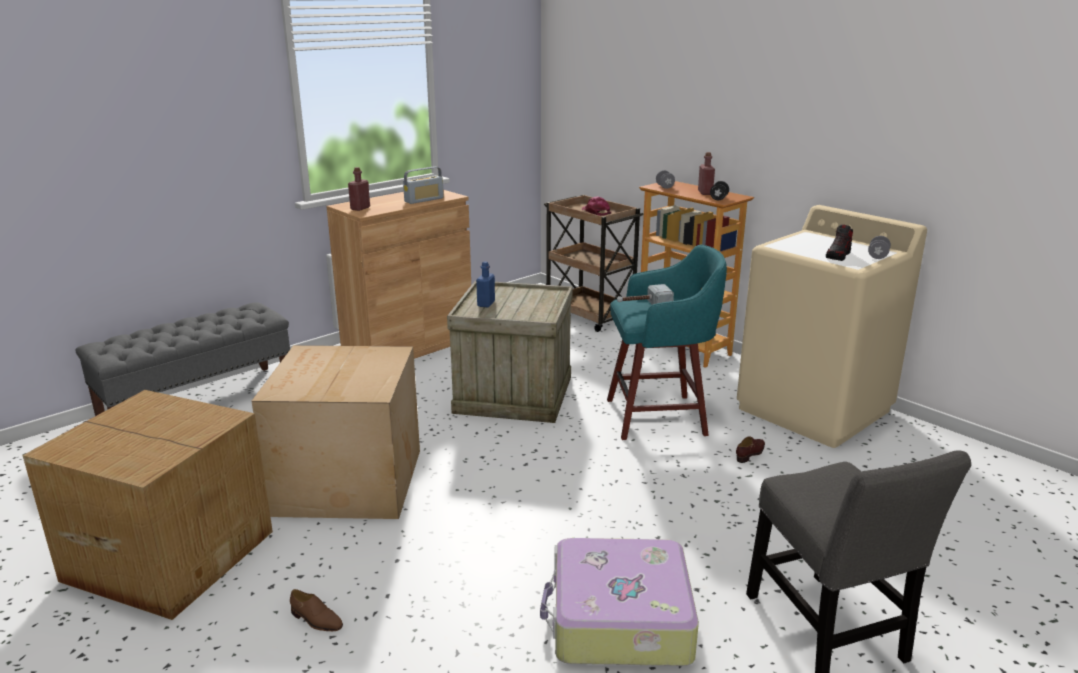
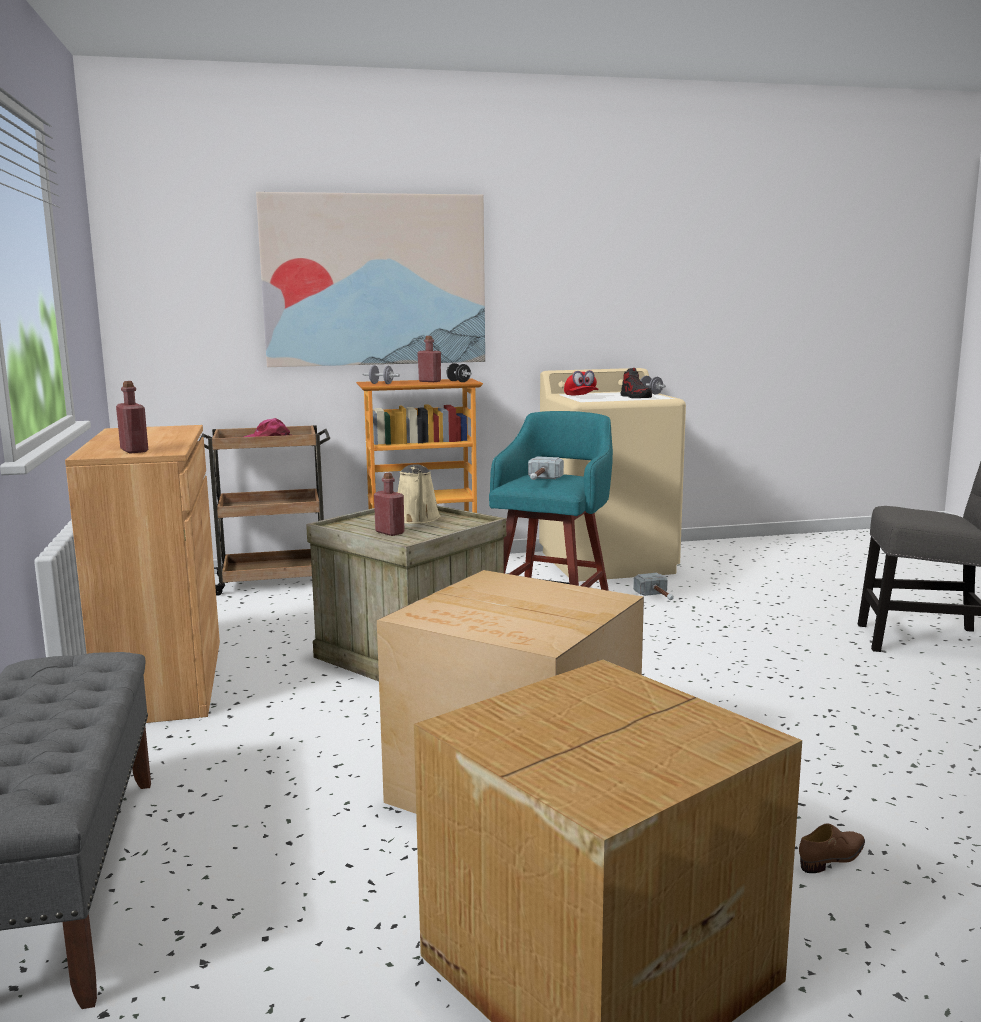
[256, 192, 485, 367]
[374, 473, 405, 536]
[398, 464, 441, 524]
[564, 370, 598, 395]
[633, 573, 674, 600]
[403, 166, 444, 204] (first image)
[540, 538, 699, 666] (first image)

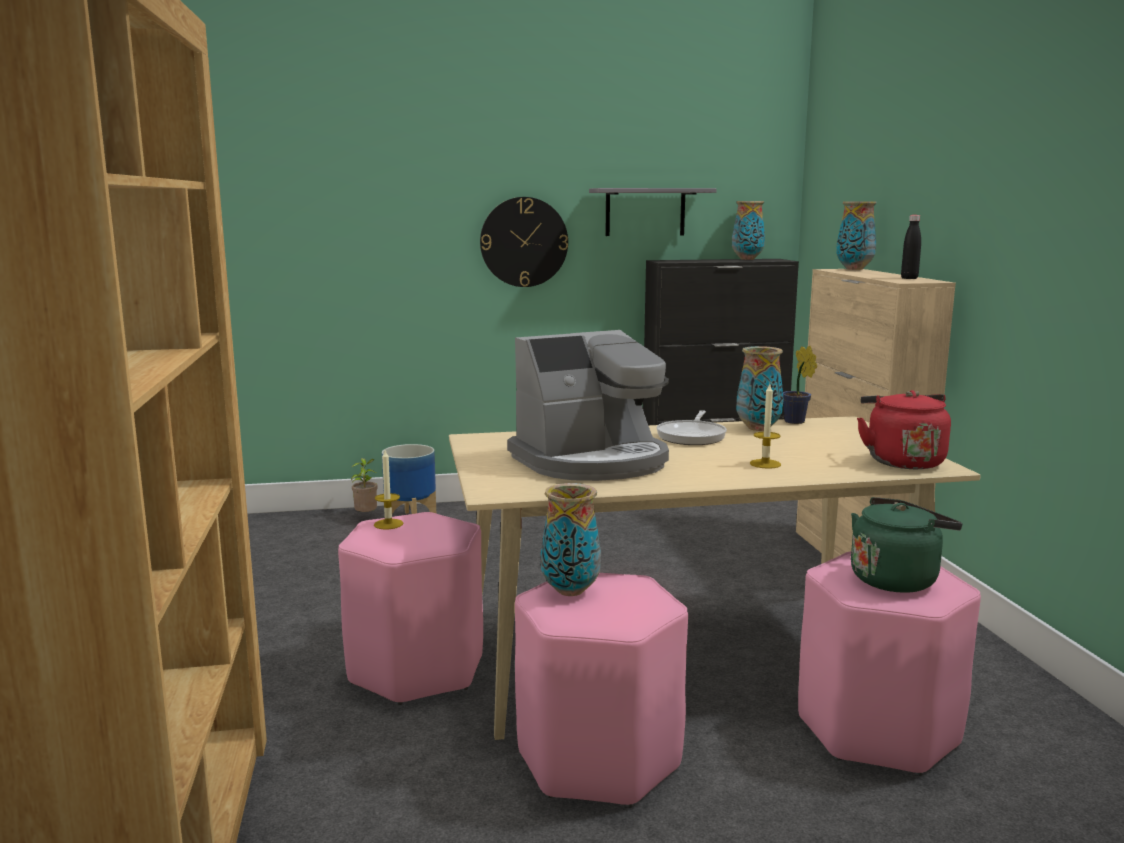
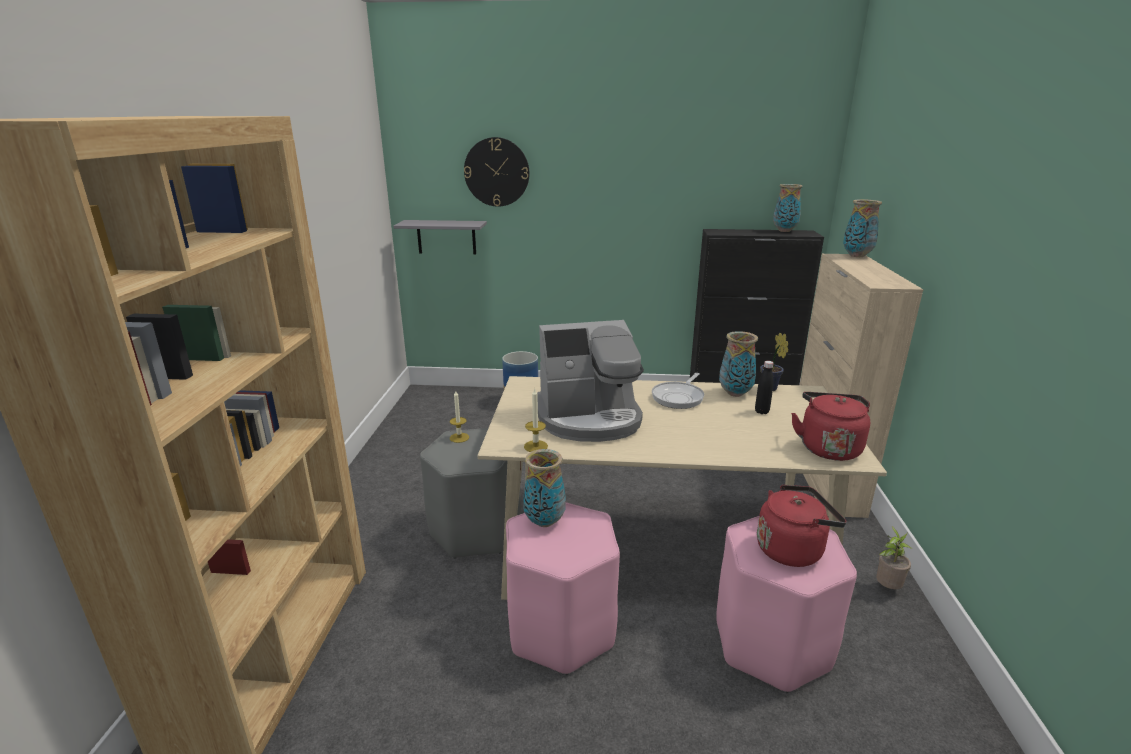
[393, 220, 487, 254]
[420, 428, 521, 559]
[464, 137, 530, 207]
[524, 389, 548, 452]
[755, 361, 774, 414]
[757, 485, 847, 567]
[876, 526, 912, 589]

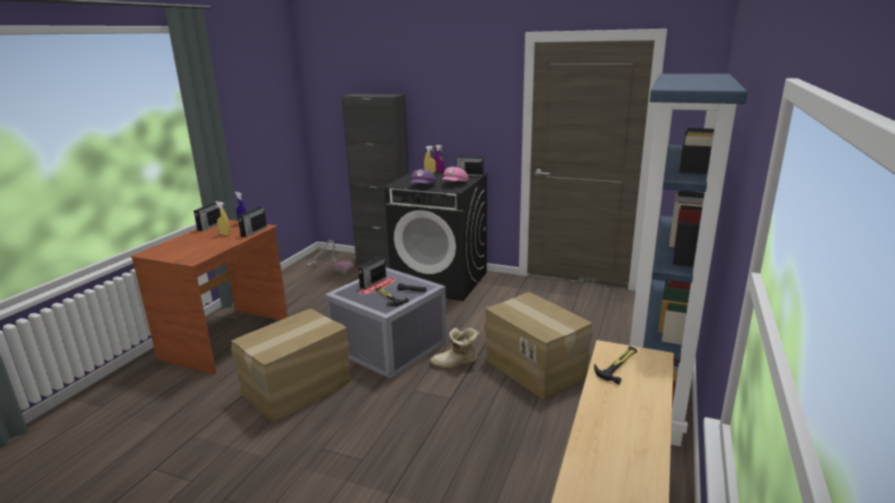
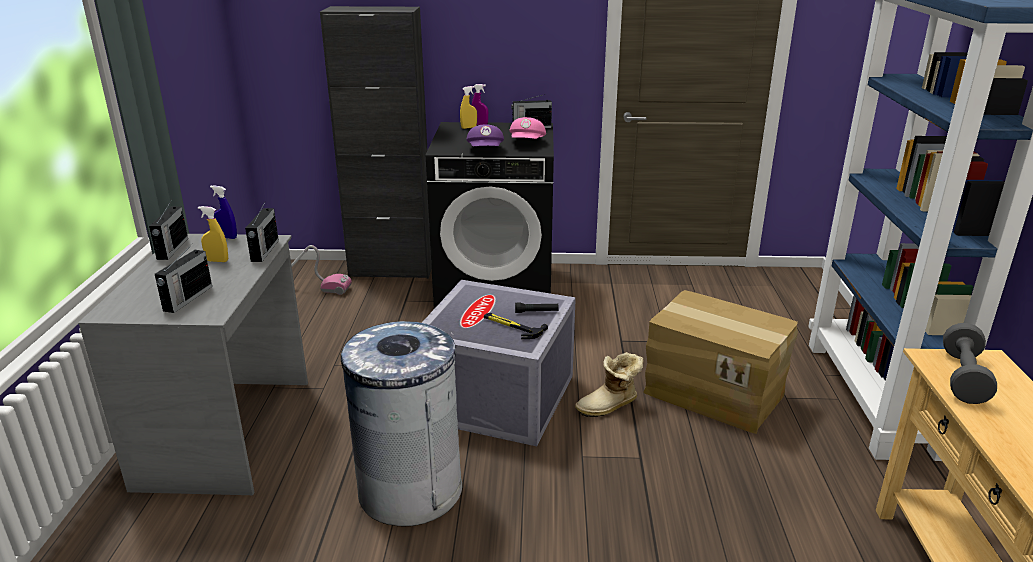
[78, 234, 308, 495]
[155, 243, 212, 313]
[341, 321, 462, 526]
[943, 323, 997, 404]

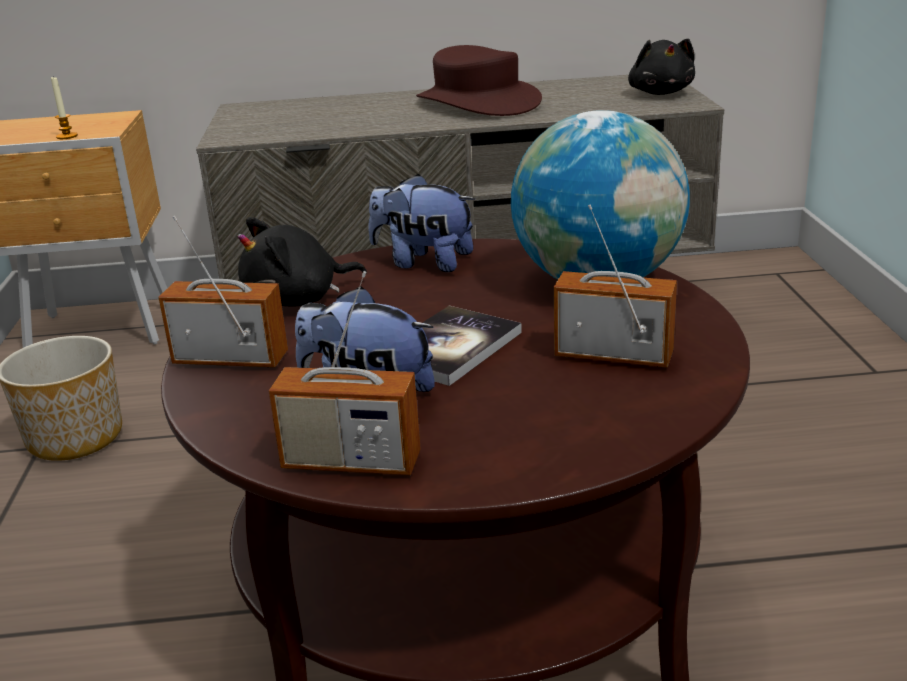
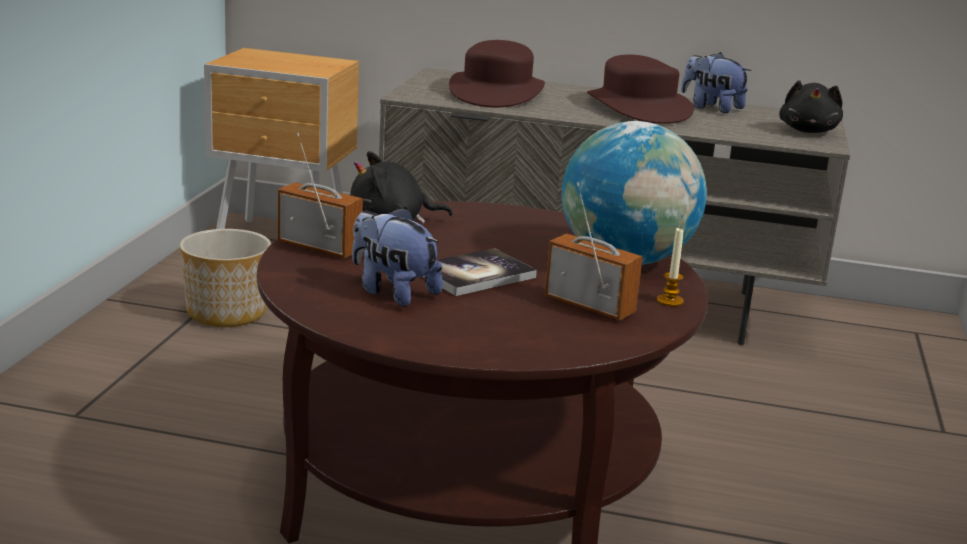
[449, 40, 545, 107]
[657, 228, 684, 307]
[681, 52, 752, 113]
[269, 271, 420, 475] (first image)

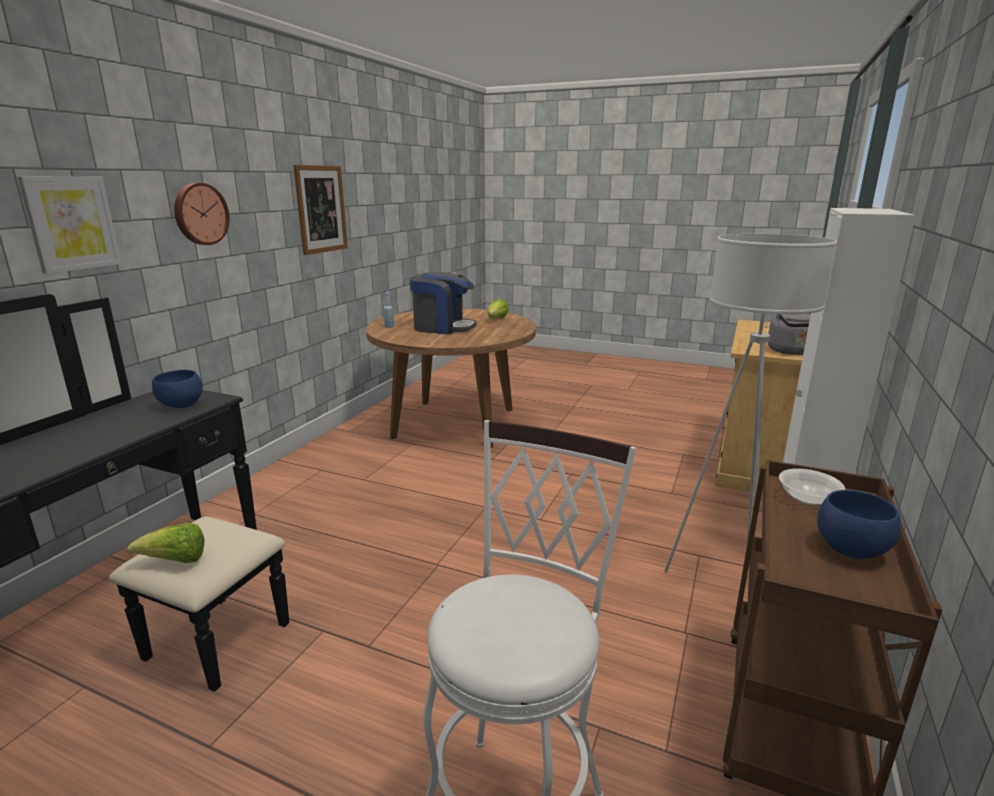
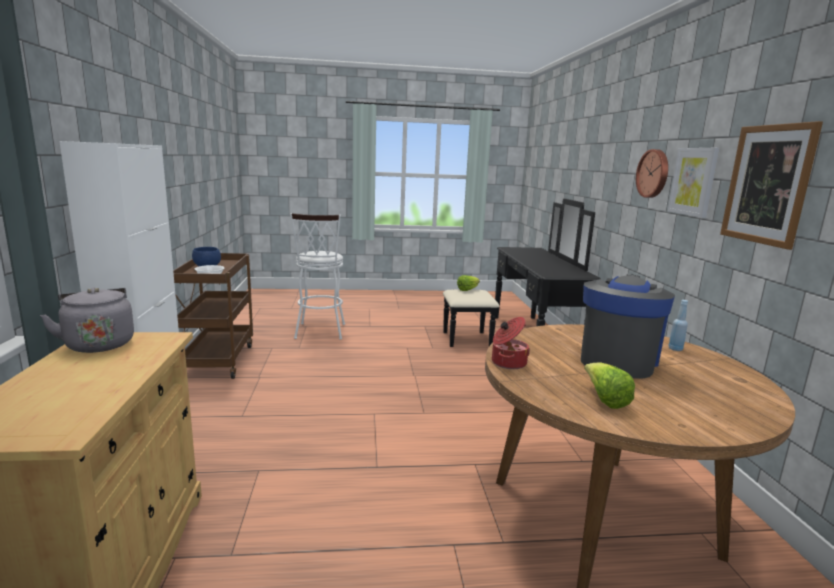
[492, 317, 530, 369]
[581, 274, 675, 379]
[668, 148, 720, 218]
[152, 370, 203, 408] (first image)
[664, 234, 837, 573] (first image)

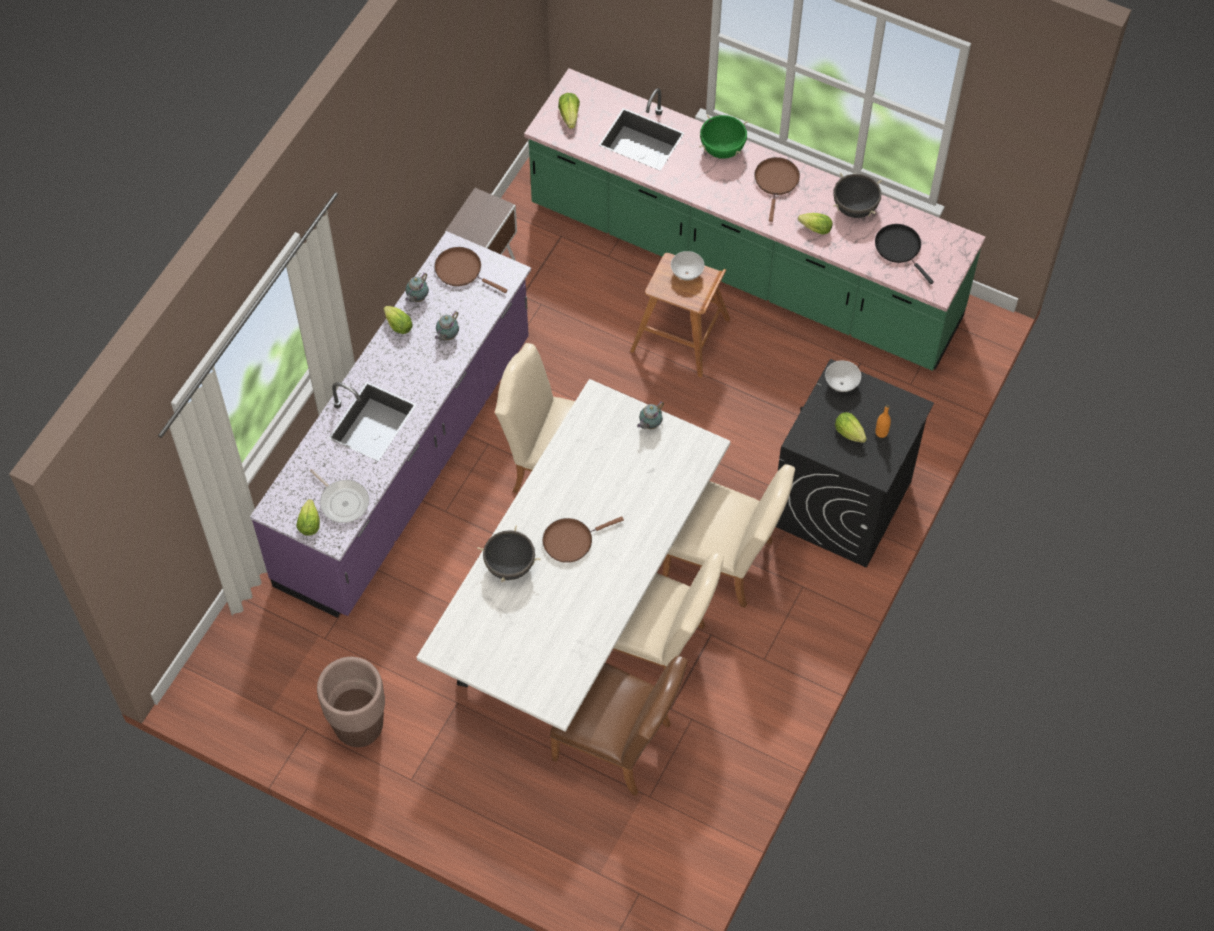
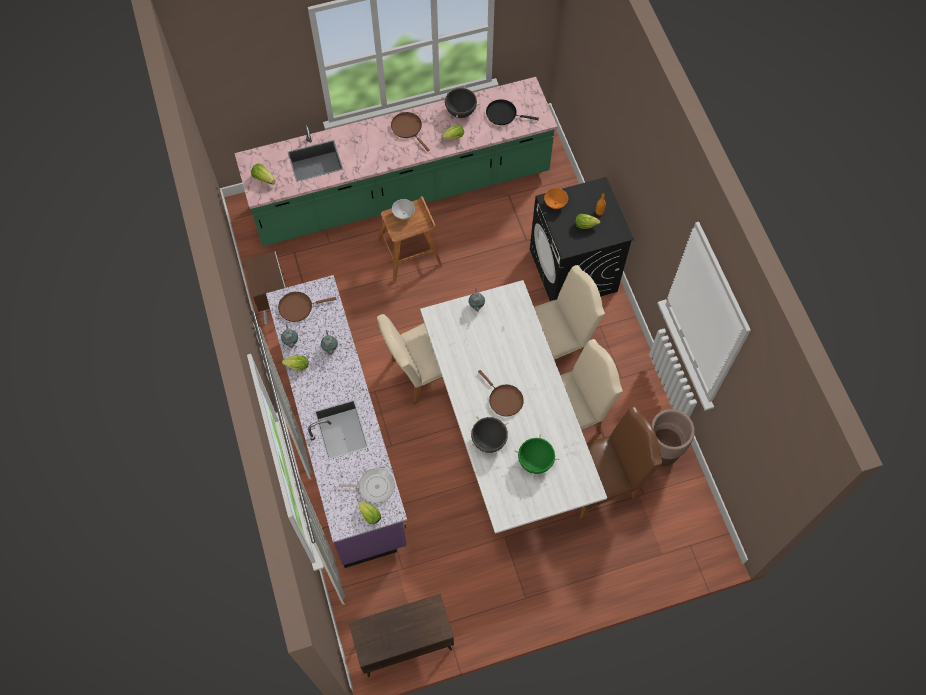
[348, 594, 454, 677]
[478, 370, 524, 417]
[514, 434, 560, 477]
[544, 188, 568, 209]
[651, 409, 695, 467]

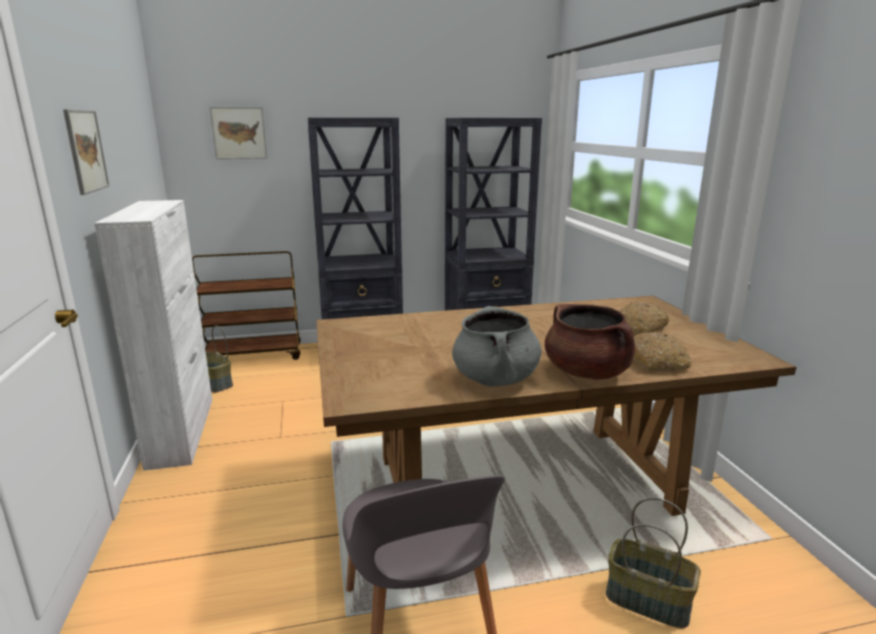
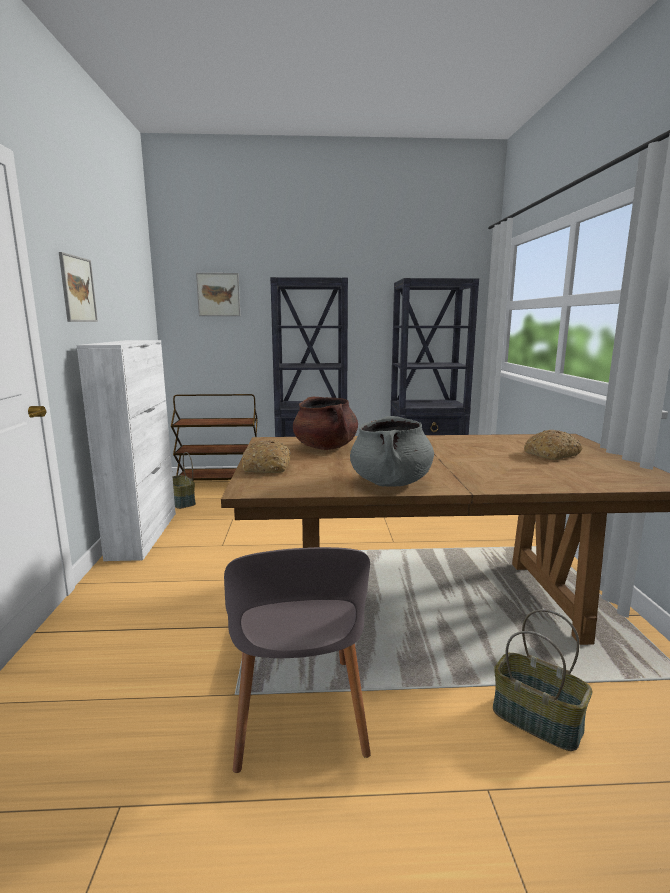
[242, 440, 291, 473]
[293, 397, 358, 450]

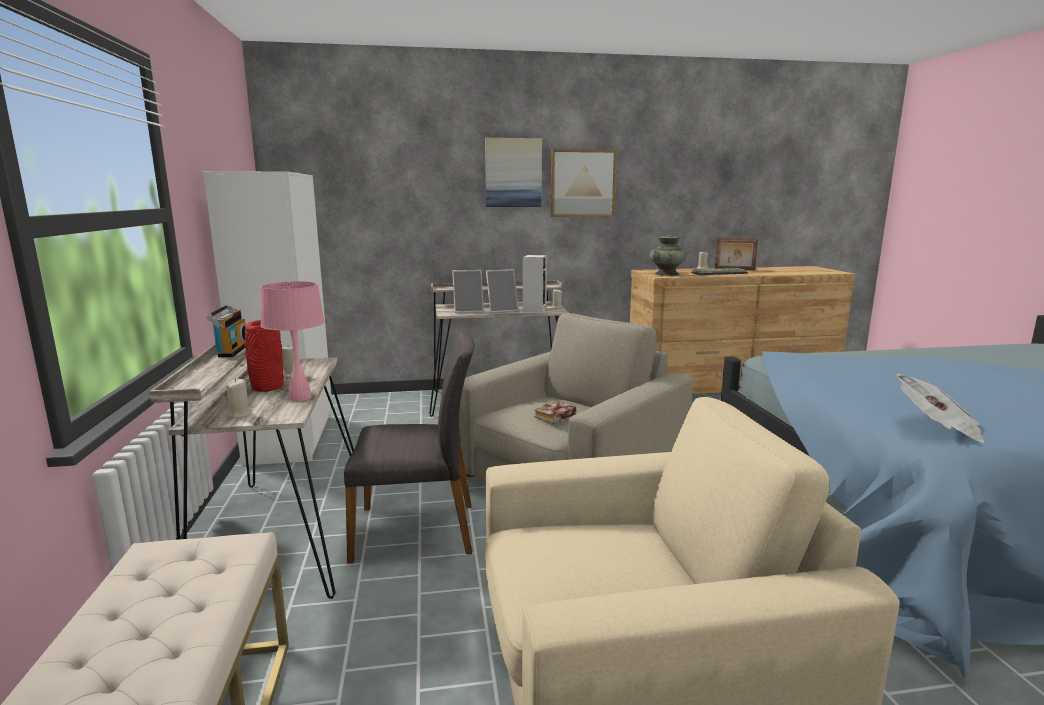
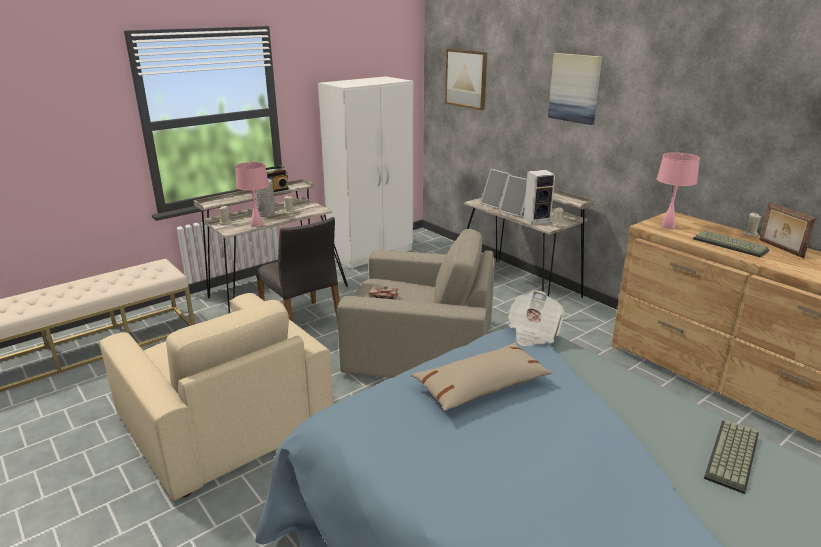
[255, 179, 275, 217]
[411, 342, 552, 411]
[445, 49, 487, 110]
[507, 291, 565, 346]
[657, 152, 700, 229]
[704, 420, 759, 494]

